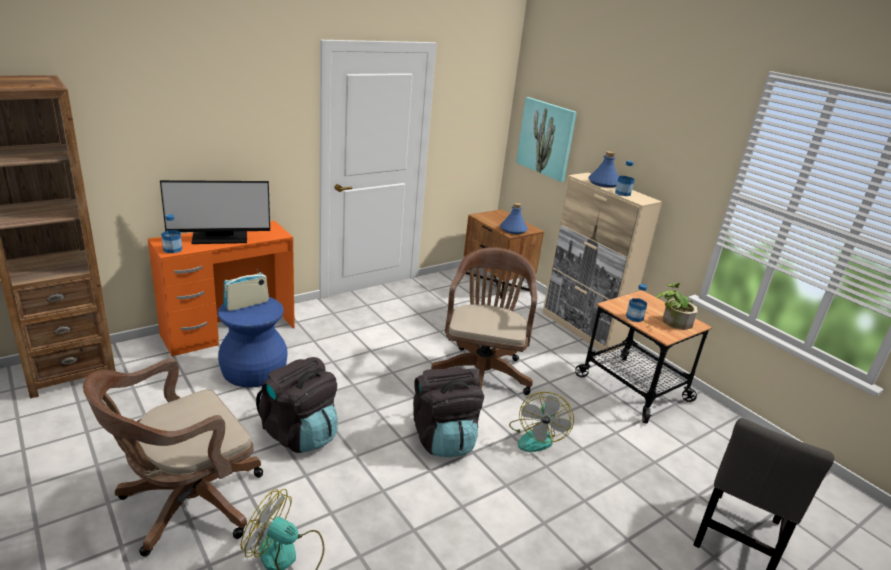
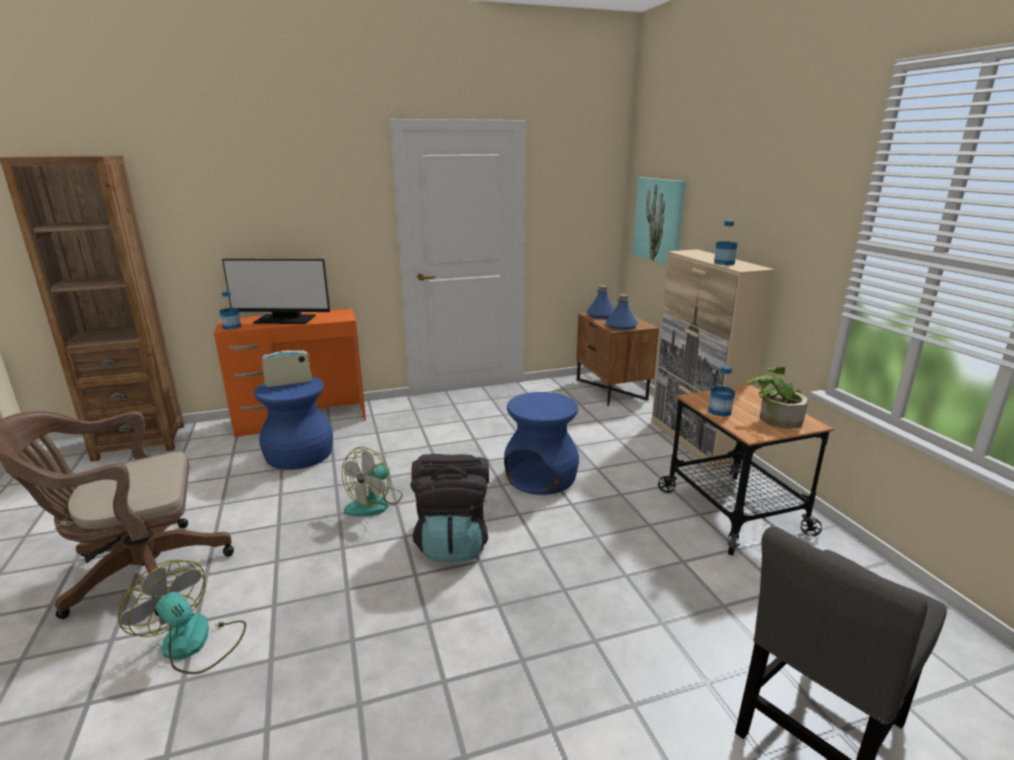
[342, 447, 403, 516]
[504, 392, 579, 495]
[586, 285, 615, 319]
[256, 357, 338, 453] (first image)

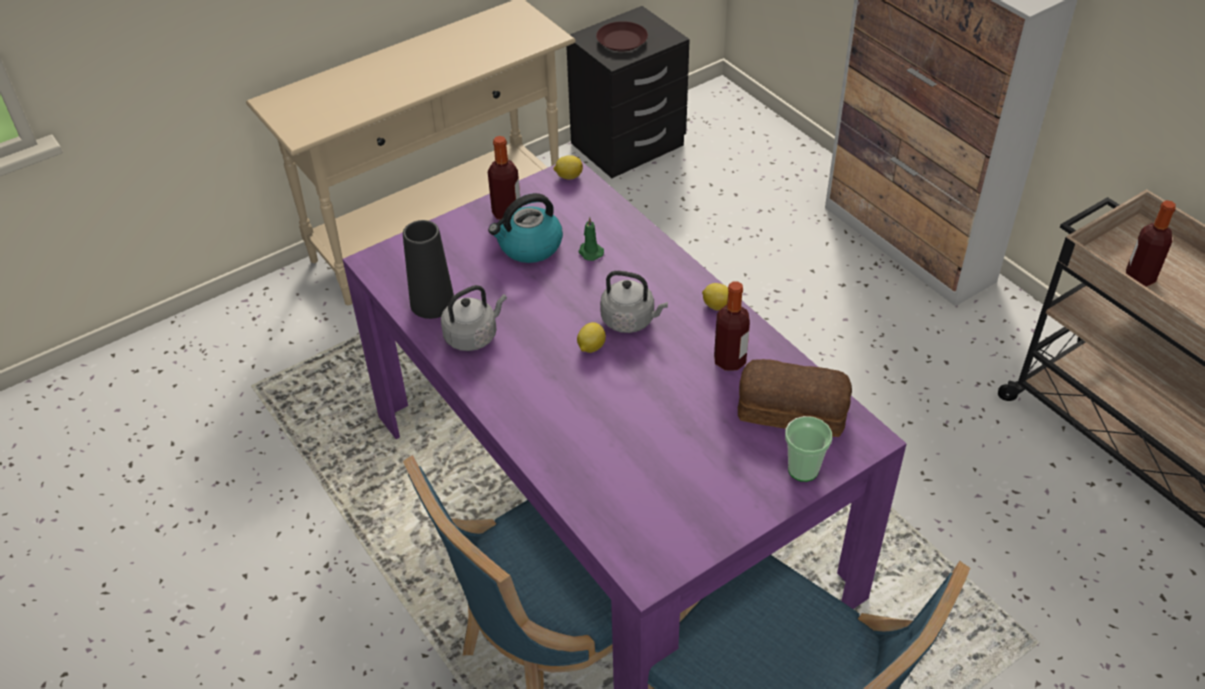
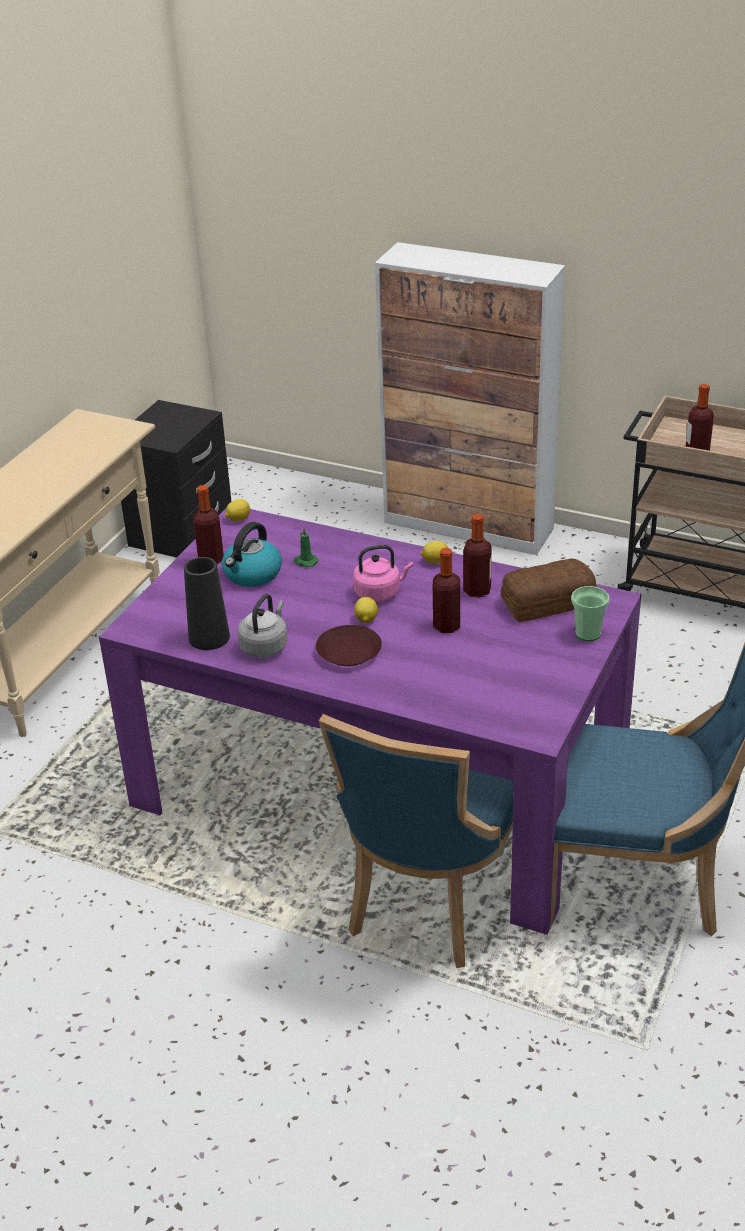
[316, 625, 382, 666]
[353, 545, 413, 602]
[433, 548, 460, 633]

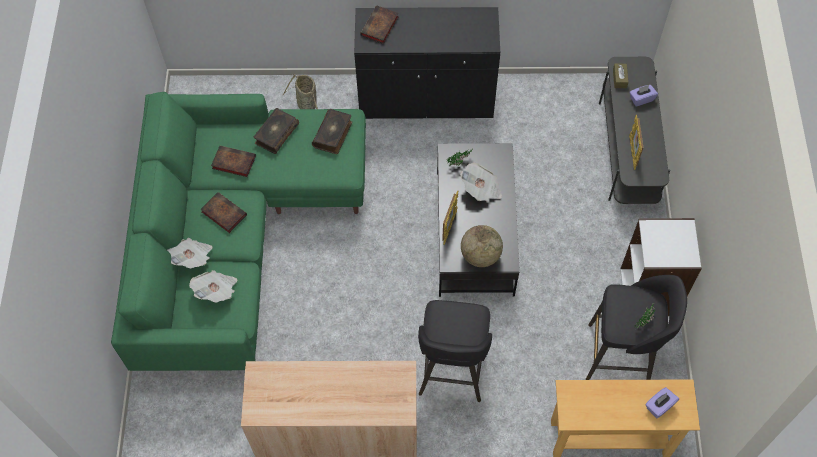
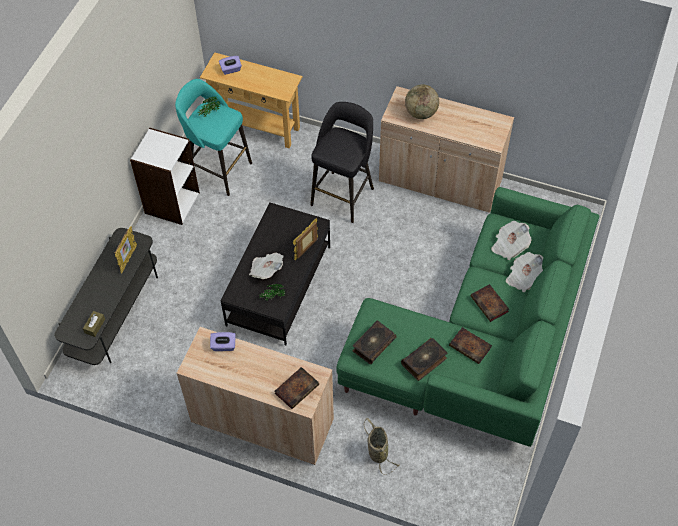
[175, 79, 252, 196]
[176, 327, 334, 465]
[210, 332, 236, 351]
[405, 85, 439, 119]

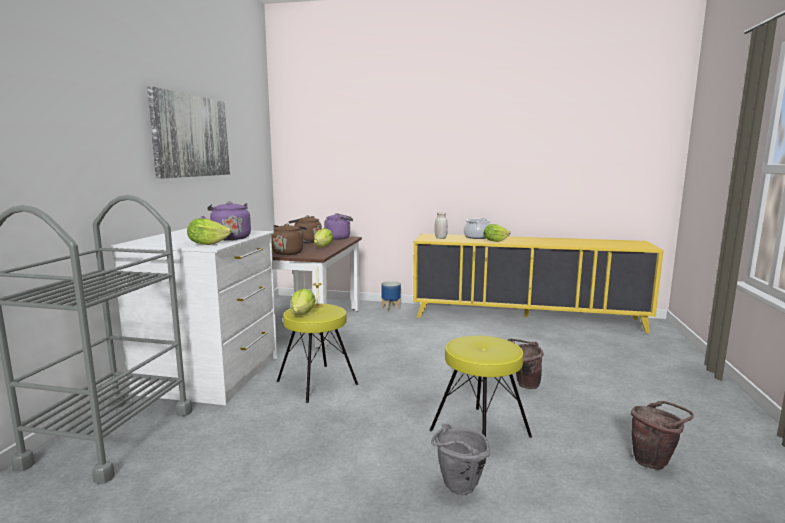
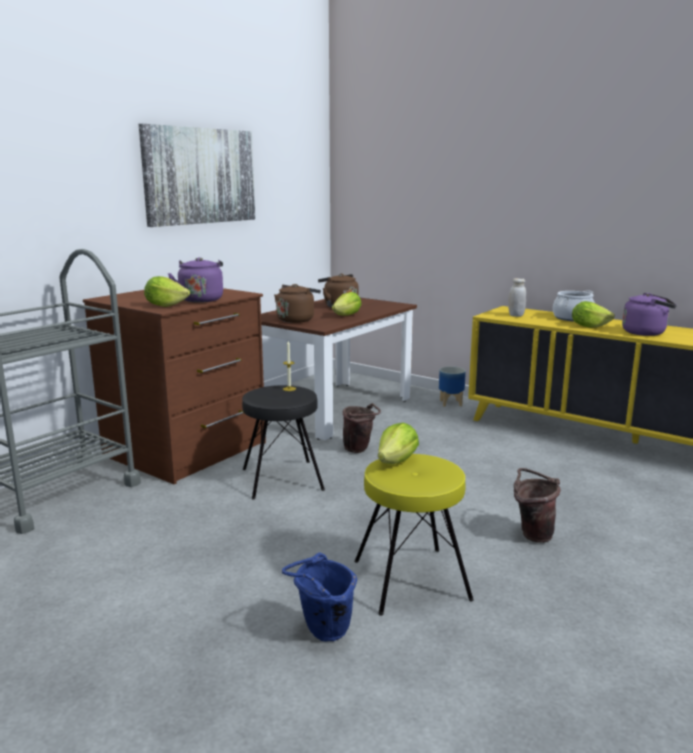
[83, 288, 266, 484]
[242, 385, 325, 500]
[282, 553, 357, 641]
[343, 403, 381, 453]
[378, 423, 419, 464]
[622, 293, 677, 336]

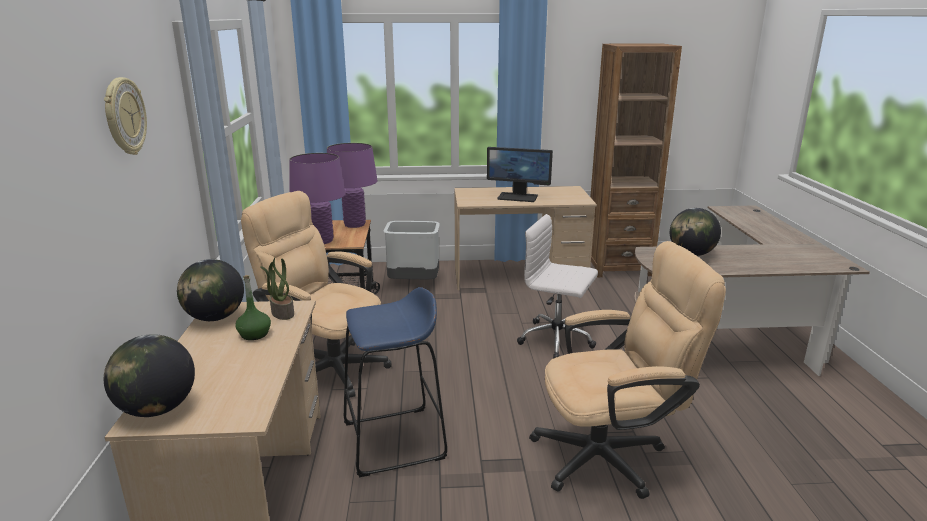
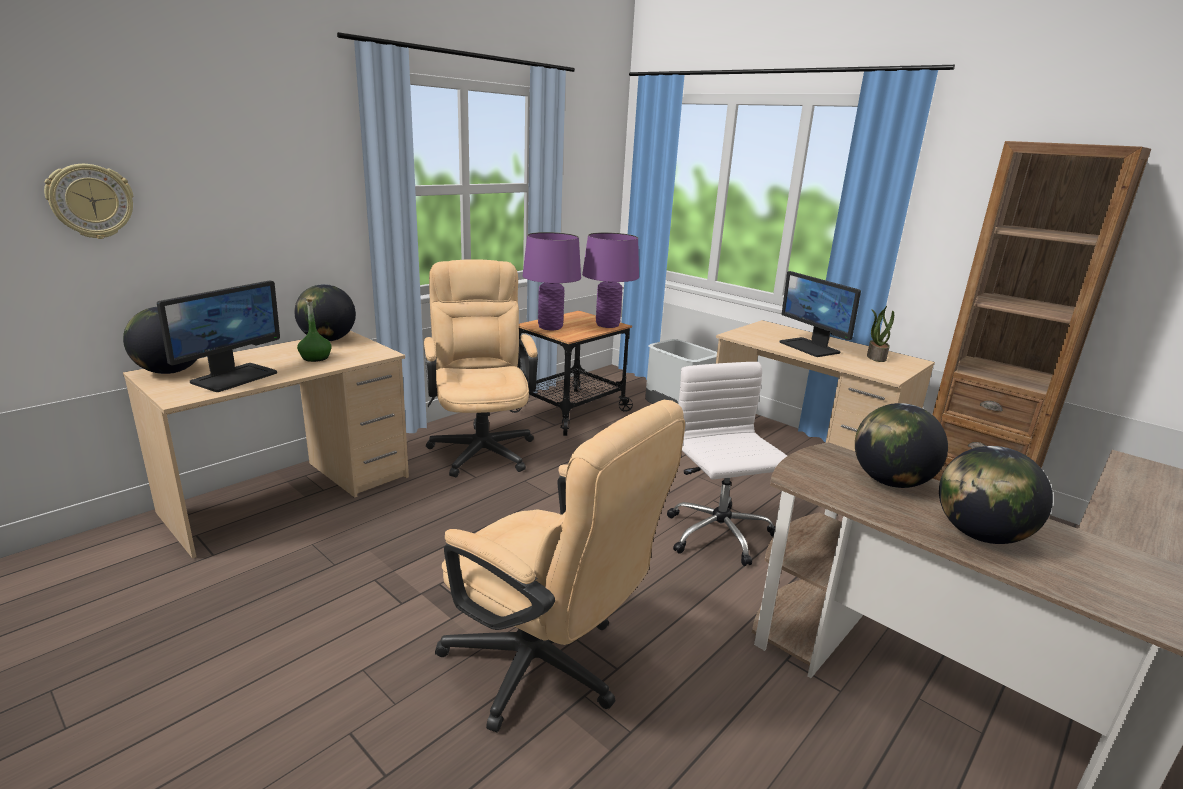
[44, 164, 133, 239]
[157, 280, 280, 392]
[867, 306, 894, 362]
[939, 446, 1053, 544]
[344, 287, 447, 477] (first image)

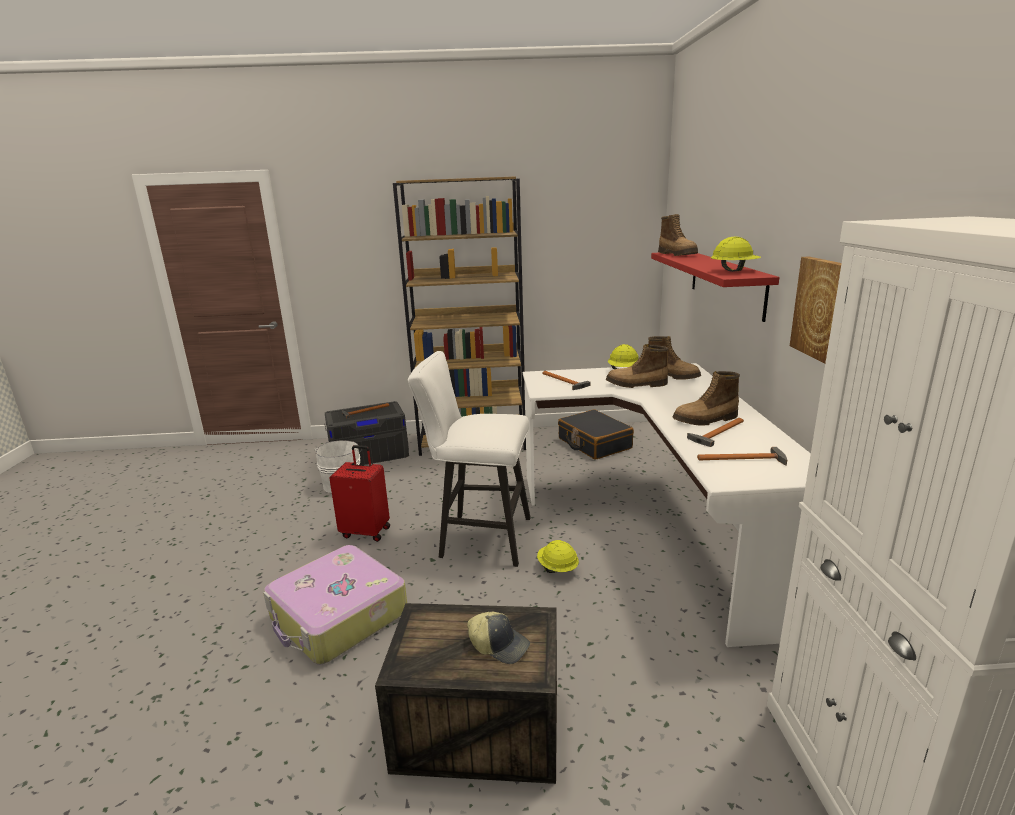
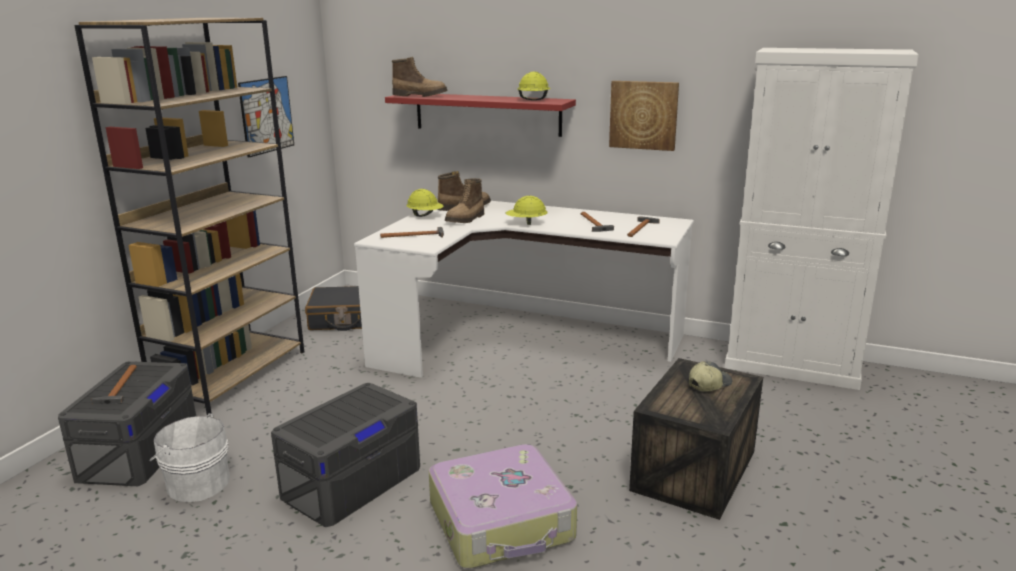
[238, 76, 294, 158]
[271, 383, 420, 527]
[506, 196, 548, 225]
[408, 351, 531, 567] (first image)
[672, 371, 740, 426] (first image)

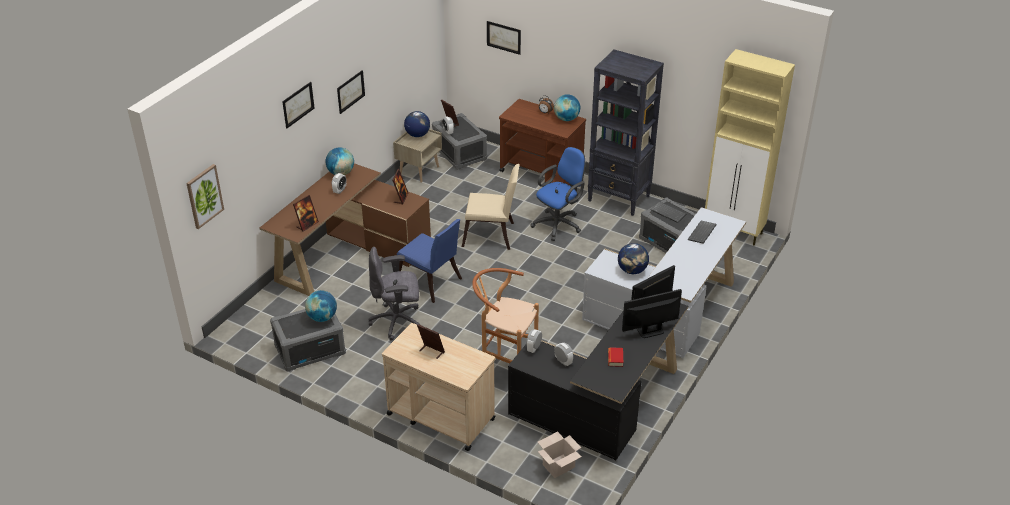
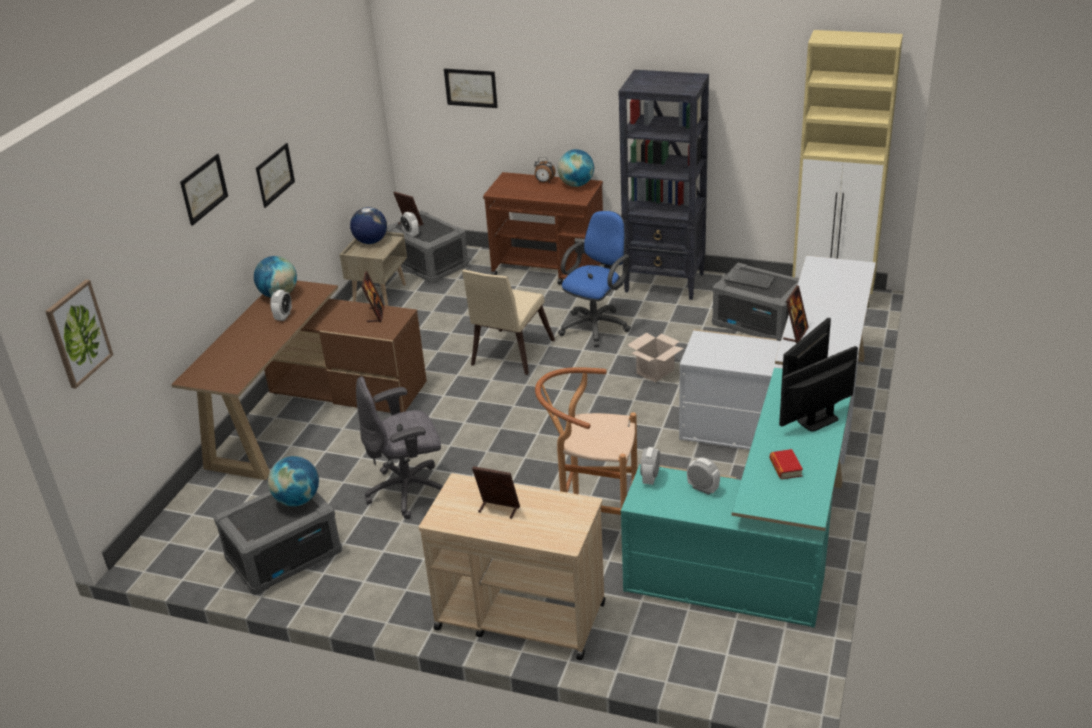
[462, 270, 555, 375]
[621, 368, 851, 628]
[628, 333, 684, 383]
[783, 286, 809, 344]
[397, 219, 462, 303] (first image)
[618, 243, 649, 274] (first image)
[688, 221, 717, 244] (first image)

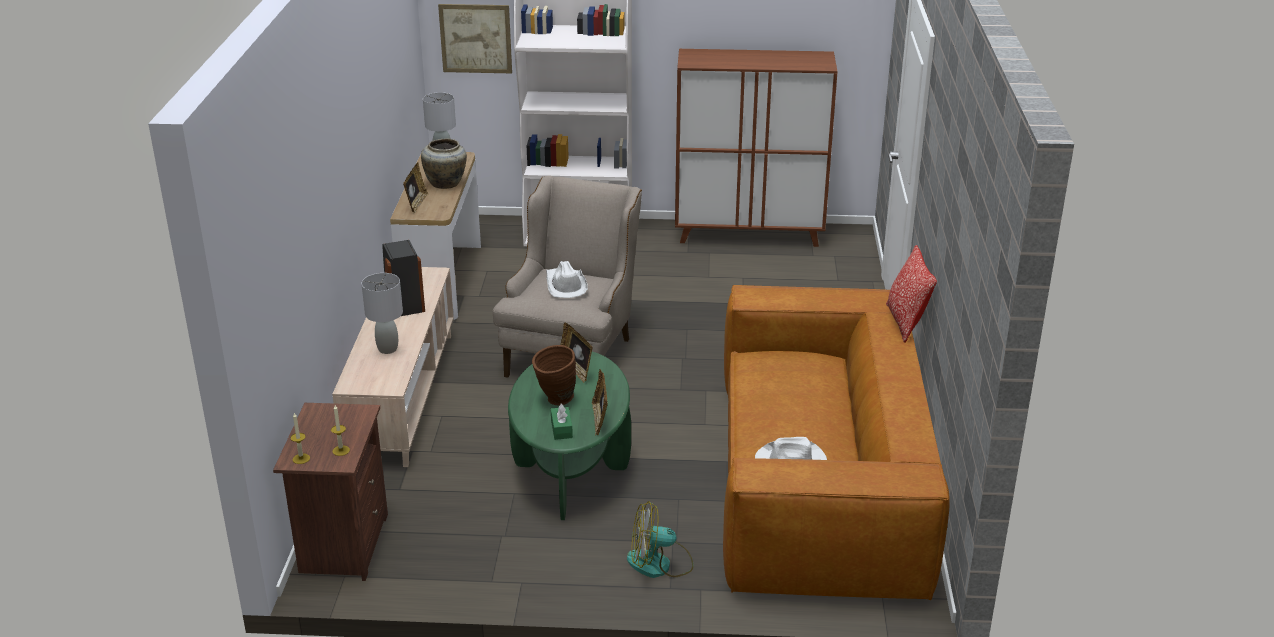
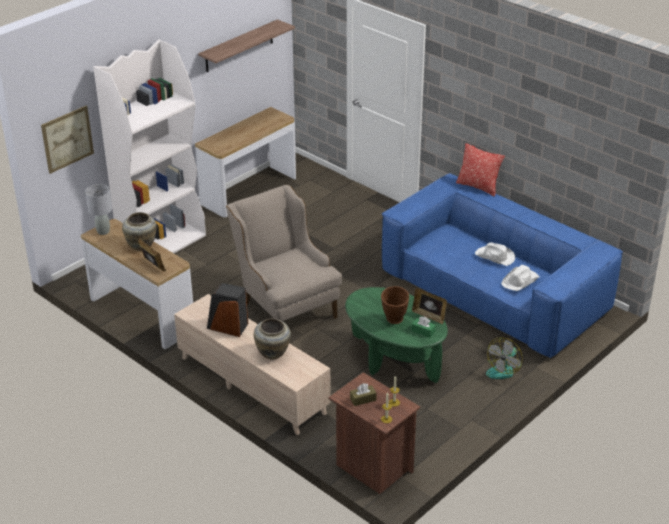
[195, 107, 296, 217]
[198, 19, 295, 72]
[254, 319, 291, 360]
[350, 383, 377, 406]
[382, 173, 623, 358]
[475, 242, 515, 266]
[560, 322, 593, 383] (first image)

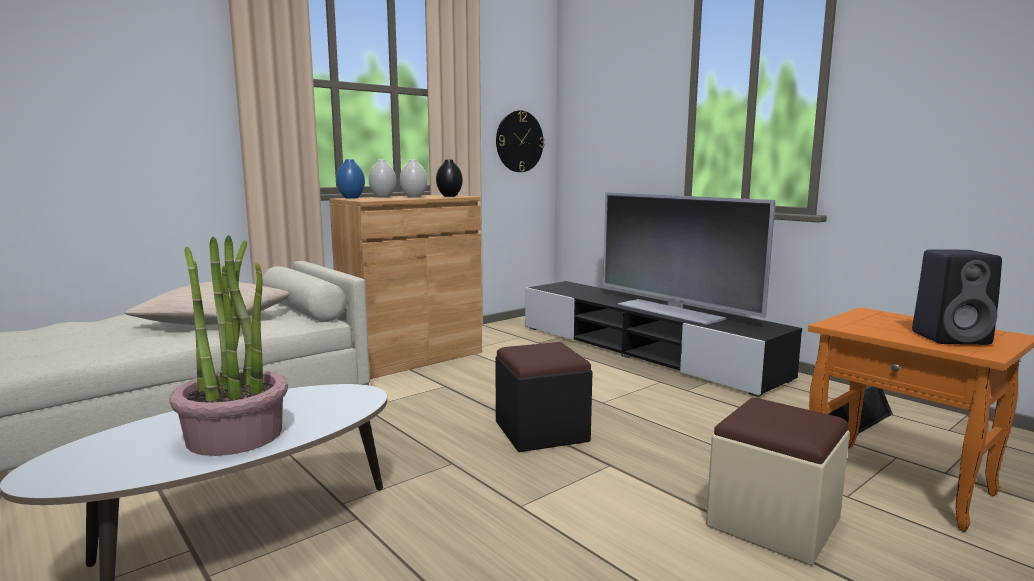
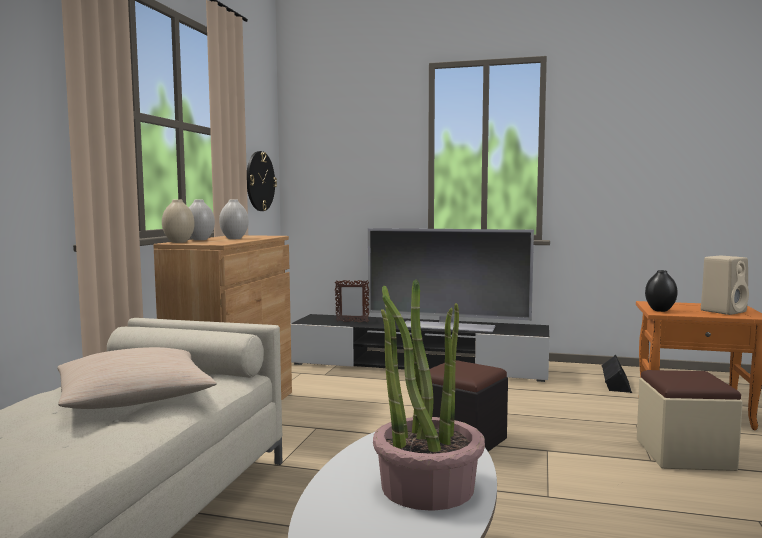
[162, 200, 195, 243]
[335, 280, 369, 322]
[645, 270, 677, 312]
[701, 256, 749, 315]

